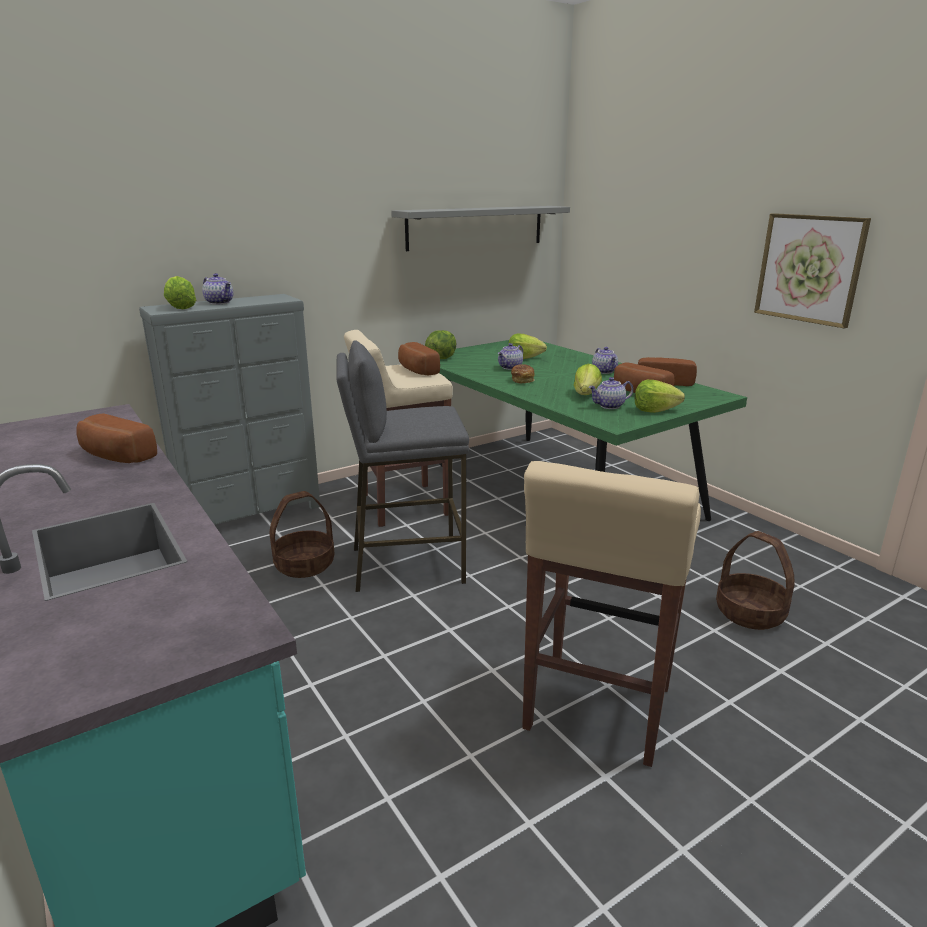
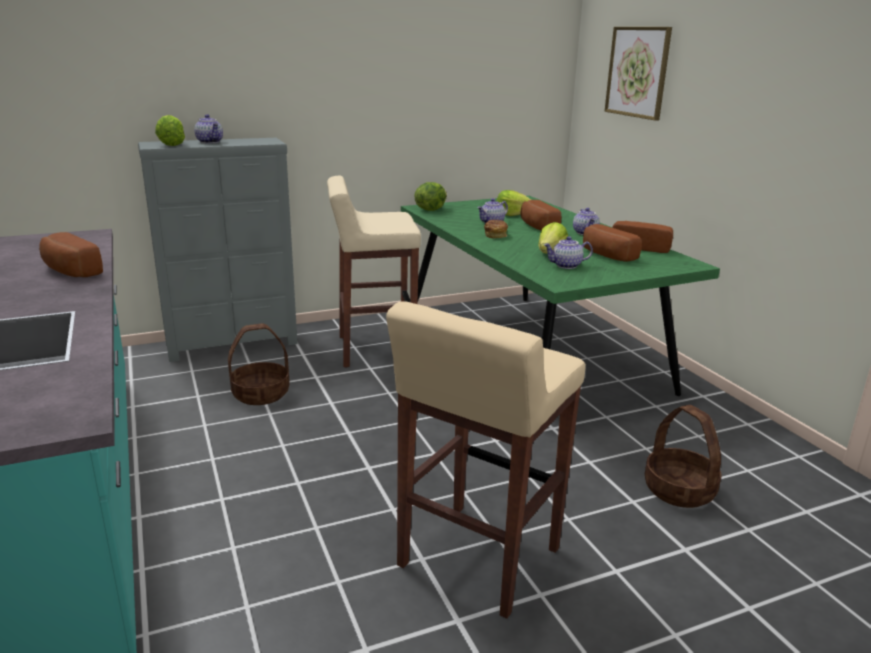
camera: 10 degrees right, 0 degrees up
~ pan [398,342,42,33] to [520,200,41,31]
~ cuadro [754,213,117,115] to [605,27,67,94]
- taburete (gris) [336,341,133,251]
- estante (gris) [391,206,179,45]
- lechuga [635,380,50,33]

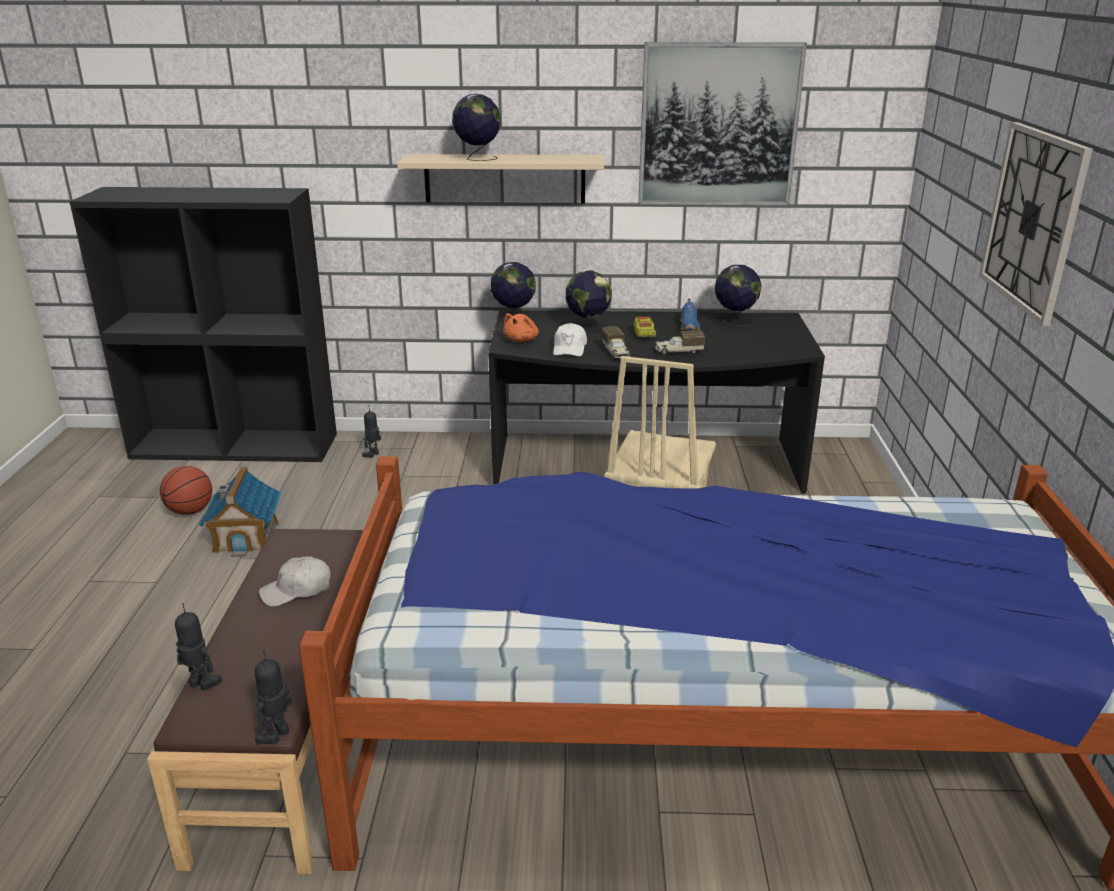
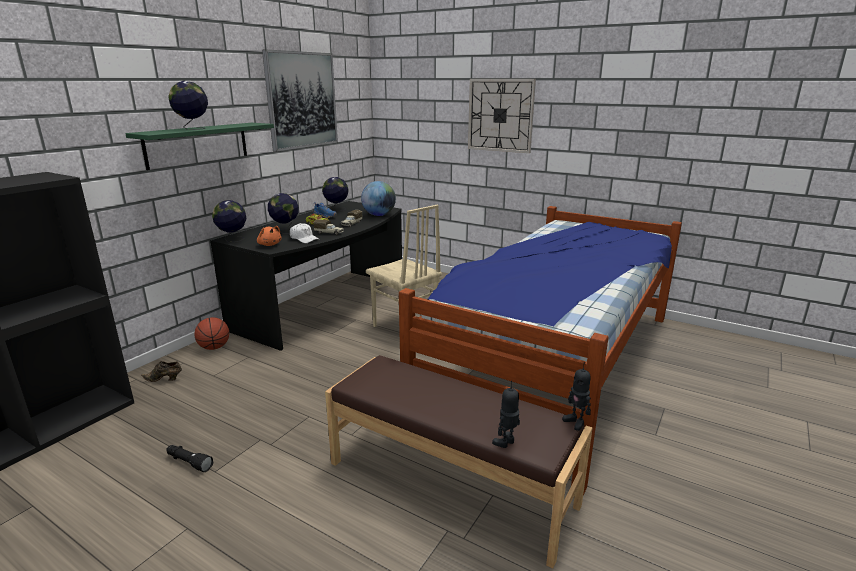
camera: 60 degrees left, 5 degrees down
~ estante (beis) [397,154,207,49] to estante (verde) [125,123,149,47]
~ robot de juguete [362,409,19,49] to zapato (marrón) [141,361,41,21]
~ casita [199,467,82,90] to linterna (negro) [166,445,47,27]
~ balón de baloncesto [160,466,52,49] to [194,317,35,33]
+ globo terráqueo [361,181,35,35]
- gorra (blanco) [259,556,72,50]

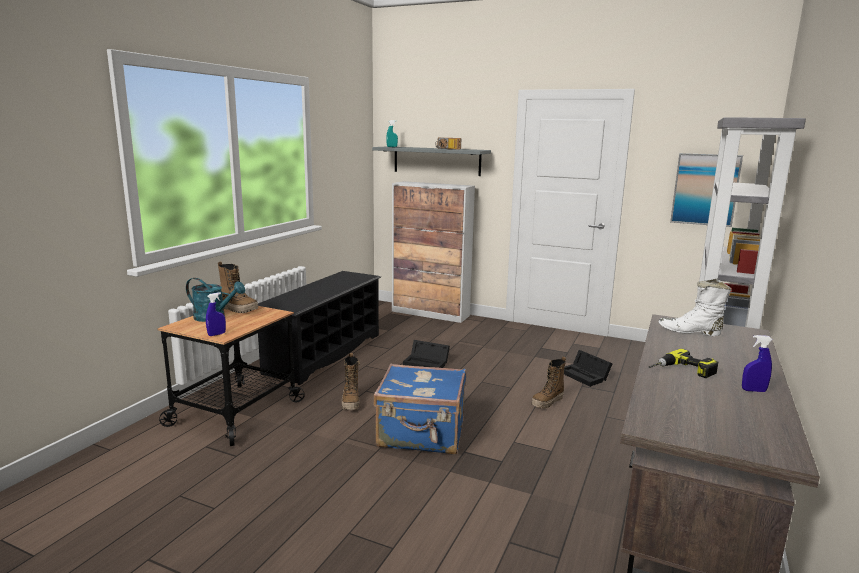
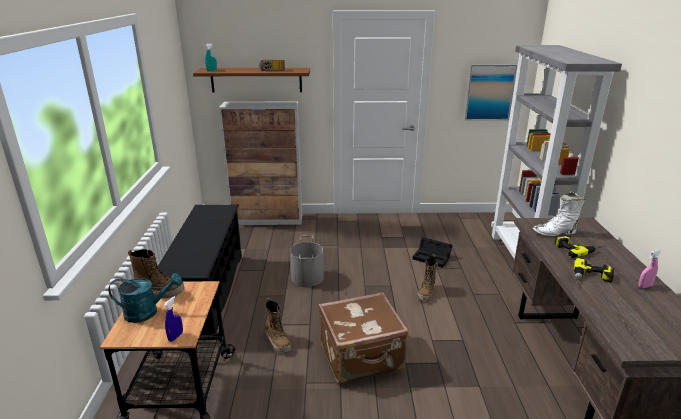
camera: 25 degrees left, 10 degrees up
~ estante (gris) [372,147,119,29] to estante (marrón) [193,68,117,25]
~ caja de almacenaje (negro) [403,340,47,28] to cubo (gris) [290,235,34,52]
~ maleta (azul) [373,364,93,90] to maleta (marrón) [319,292,89,92]
+ taladro [555,235,50,23]
~ pulverizador (azul) [742,335,31,57] to pulverizador (rosa) [638,250,23,38]

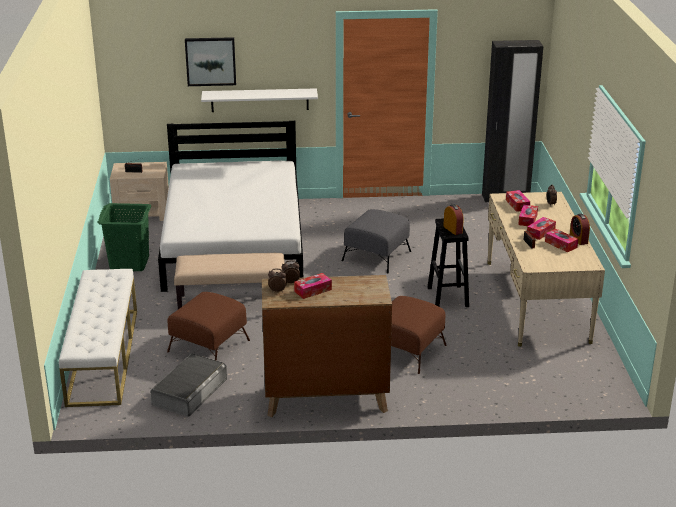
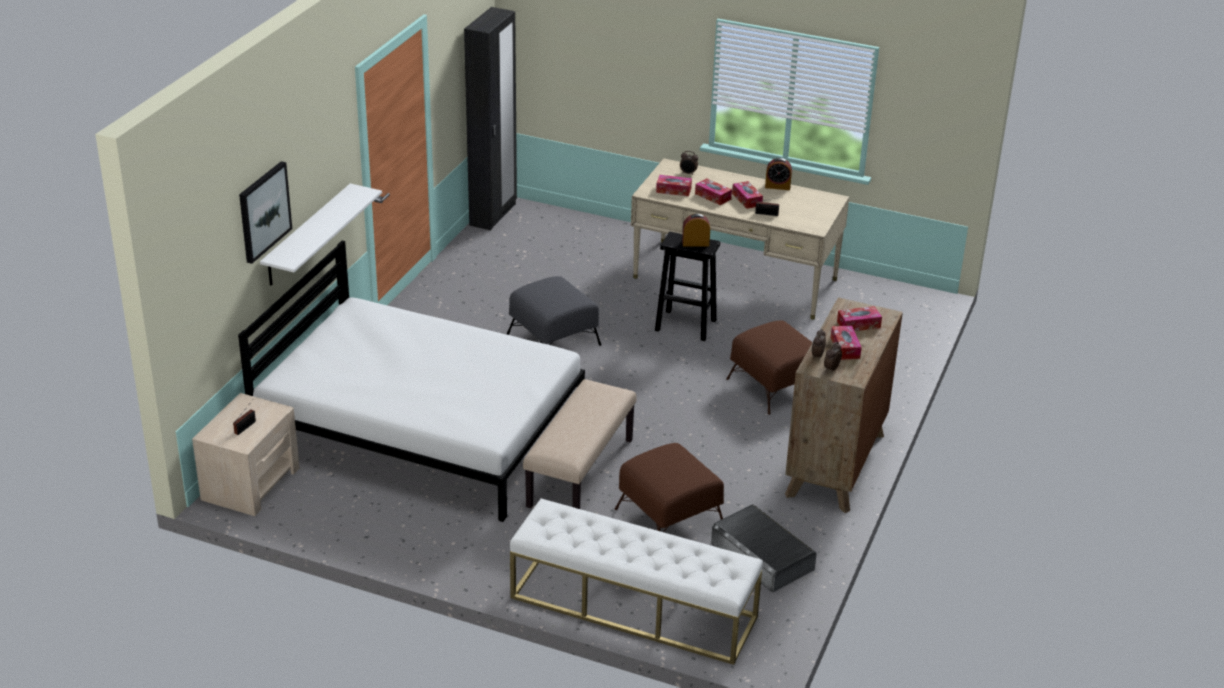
camera: 65 degrees left, 5 degrees up
~ caja de pañuelos [545,229,33,23] to [837,306,45,25]
- cesto de la ropa (verde) [97,203,54,68]

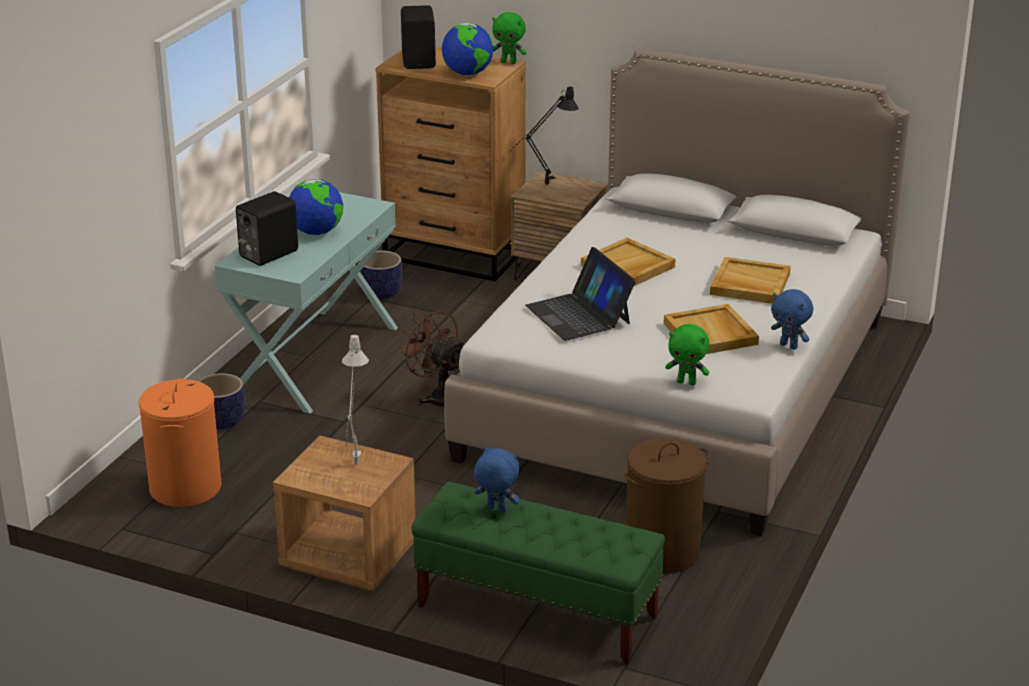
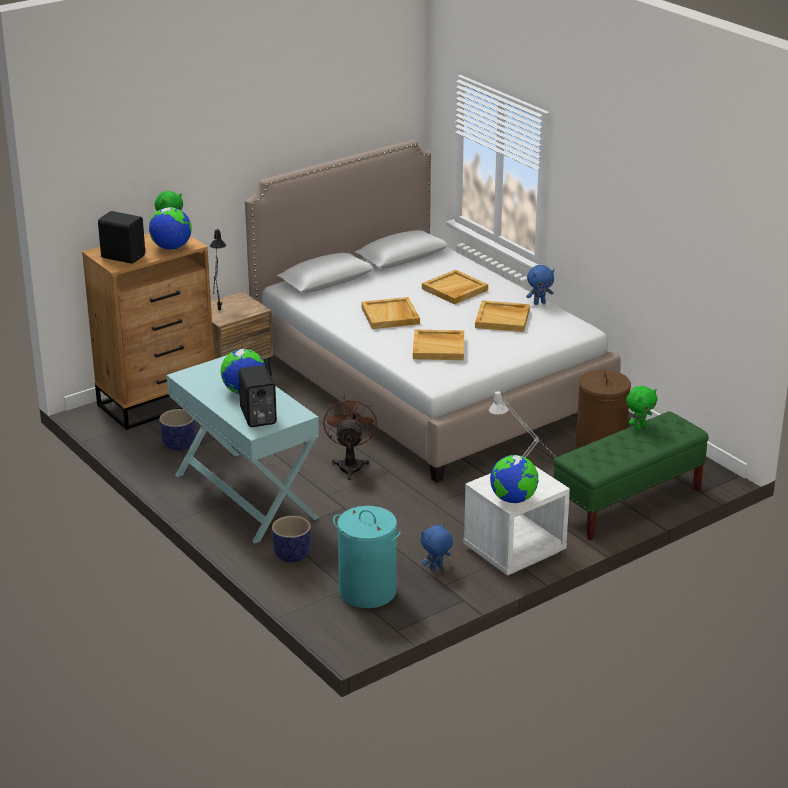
camera: 60 degrees left, 0 degrees up
~ ventilador (marrón) [396,307,69,100] = [323,395,54,85] 105 degrees clockwise
~ cesto de la ropa (naranja) [139,378,83,129] to cesto de la ropa (turquesa) [333,506,68,102]
~ portátil [525,247,111,94] to bandeja (beis) [413,330,51,30]
~ peluche (azul) [474,446,46,67] to [421,523,32,47]
~ mesita de noche (marrón) [273,435,143,156] to mesita de noche (blanco) [463,465,107,110]
+ globo terráqueo [490,455,48,48]
~ peluche (verde) [665,324,44,61] to [626,386,31,44]

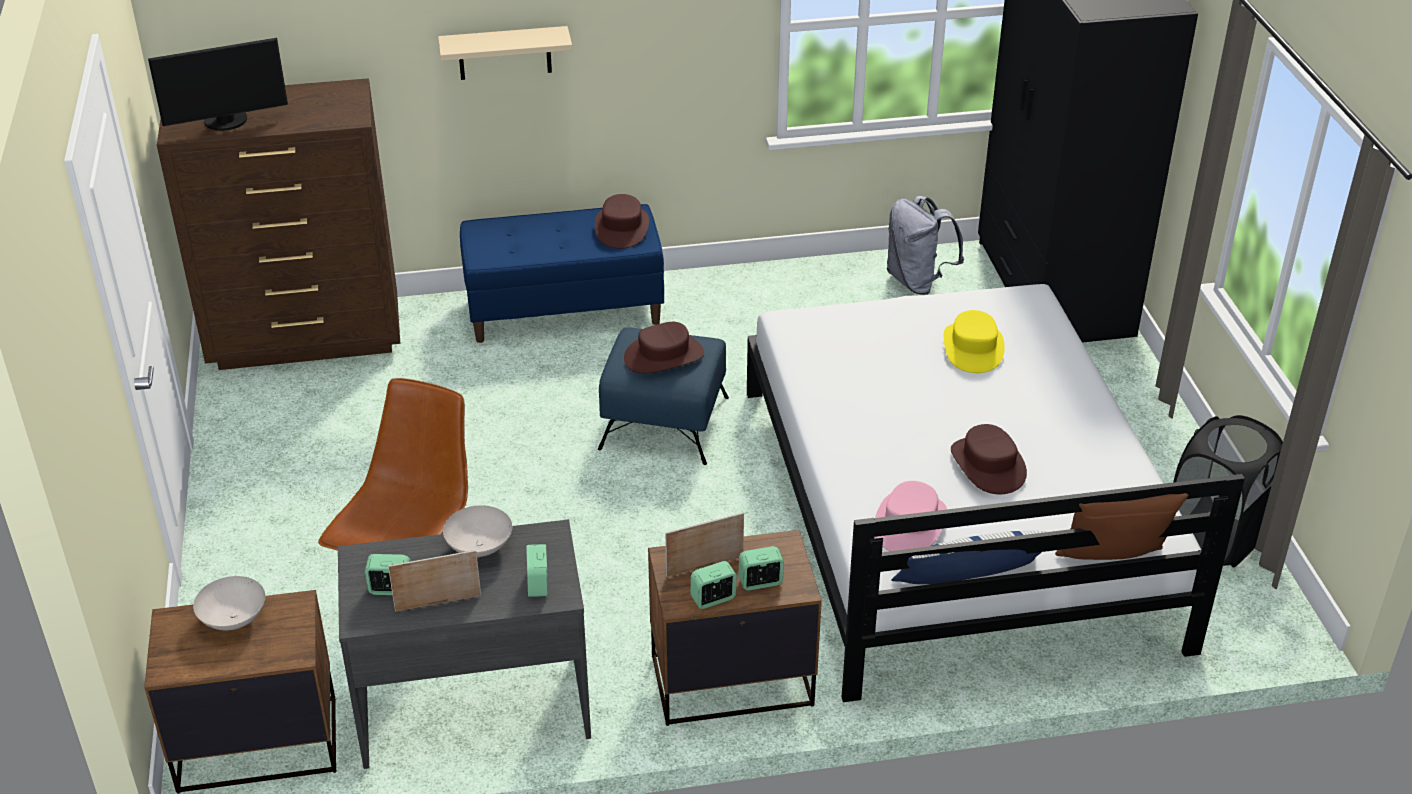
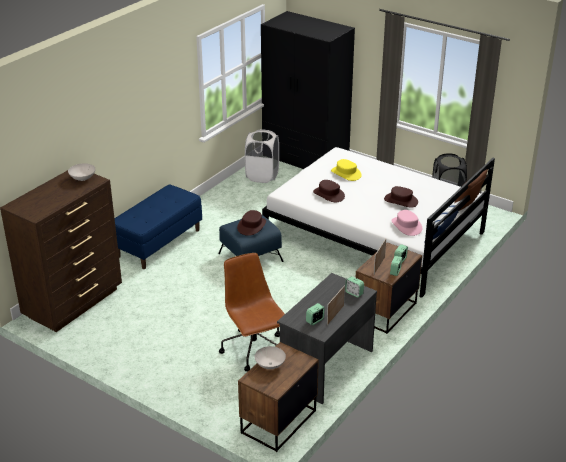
camera: 45 degrees left, 5 degrees down
~ cuenco (blanco) [443,505,69,52] to [68,163,27,18]
~ mochila (gris) [887,196,77,99] to cesto de la ropa (blanco) [245,129,34,54]
~ sombrero (marrón) [595,194,54,55] to [313,180,32,22]
- monitor [148,38,140,93]
- estante (beis) [438,26,134,54]

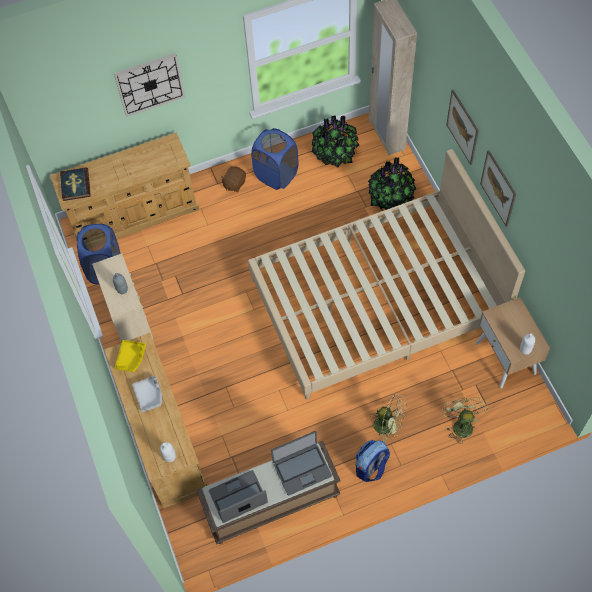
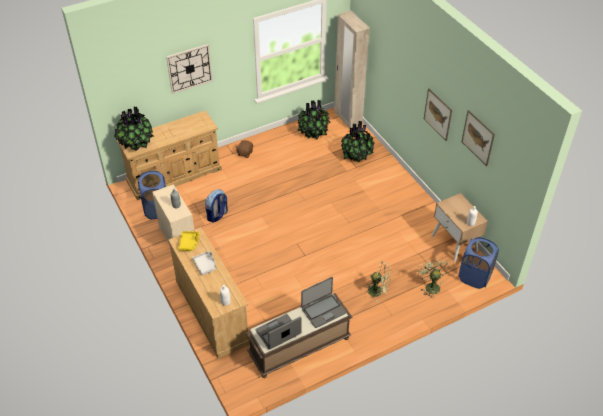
camera: 10 degrees left, 15 degrees down
~ libro [60,167,31,34] to planta en maceta [114,106,40,45]
~ mochila [356,440,34,42] to [205,189,23,33]
~ cesto de la ropa (azul) [251,128,47,62] to [459,237,40,52]
~ cuadro [446,90,33,75] to [461,110,34,56]
- cama (beis) [248,149,277,250]

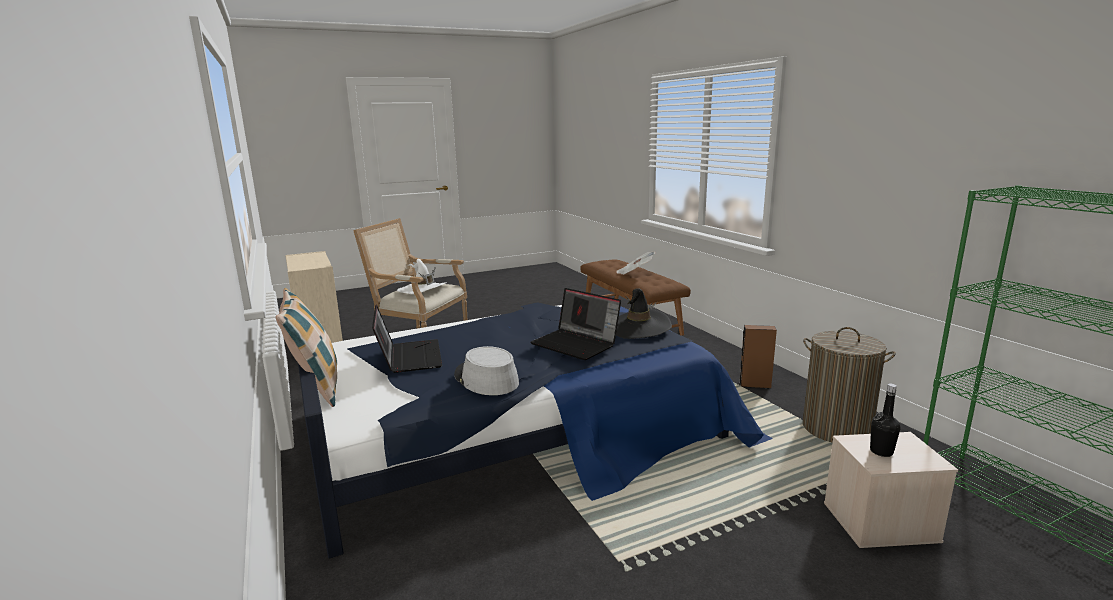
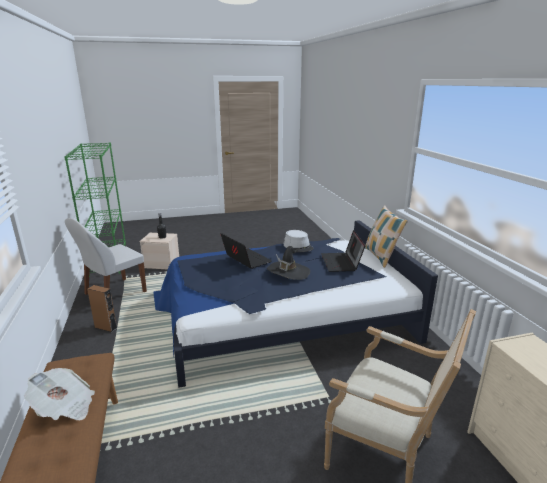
camera: 170 degrees left, 5 degrees up
~ cesto de la ropa [803,327,93,116] to silla (blanco) [65,218,82,77]
~ sombrero (negro) [616,288,56,51] to [267,246,43,34]
- sombrero (blanco) [397,259,49,35]

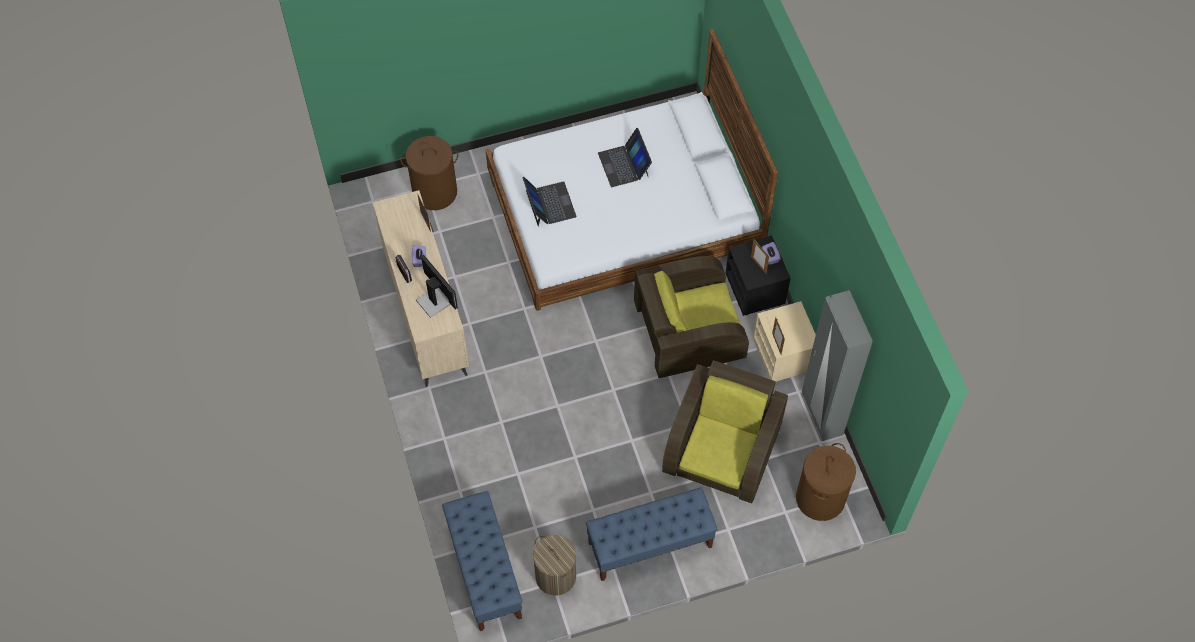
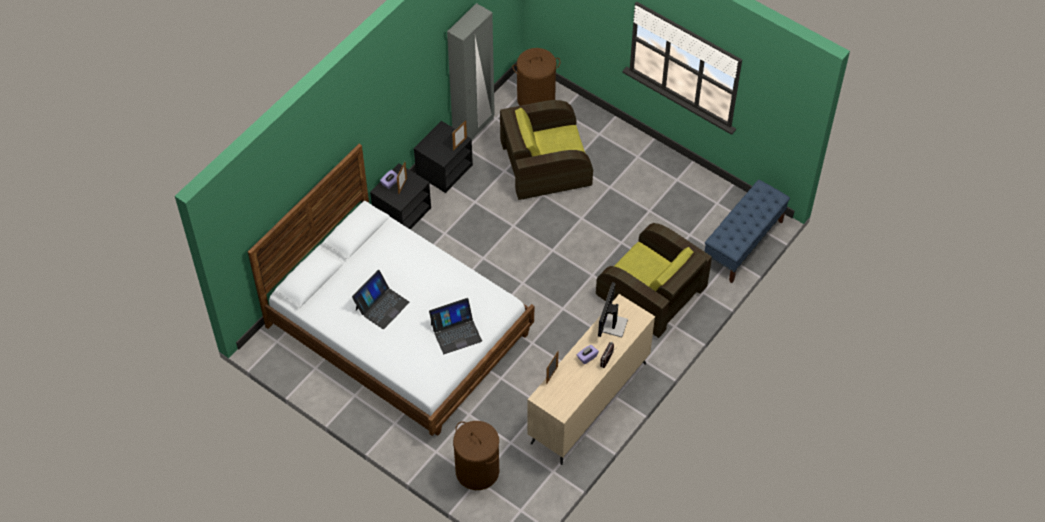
camera: 125 degrees left, 5 degrees down
~ mesita de noche (beis) [753,301,63,80] to mesita de noche (negro) [414,121,59,72]
~ portátil [522,177,55,50] = [429,298,53,56] 150 degrees counterclockwise
~ sillón (marrón) [634,256,115,122] to [596,223,116,115]
- cesto de la ropa [533,535,43,61]
- banco (azul) [586,487,132,94]

